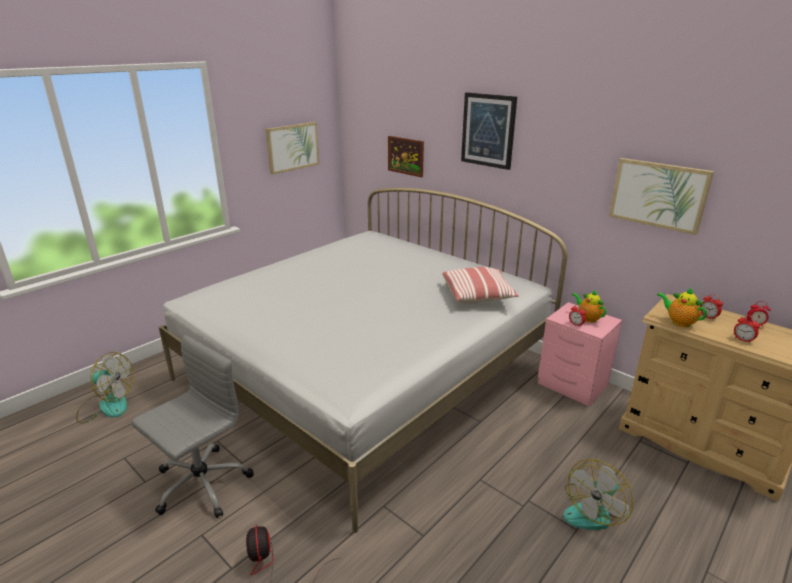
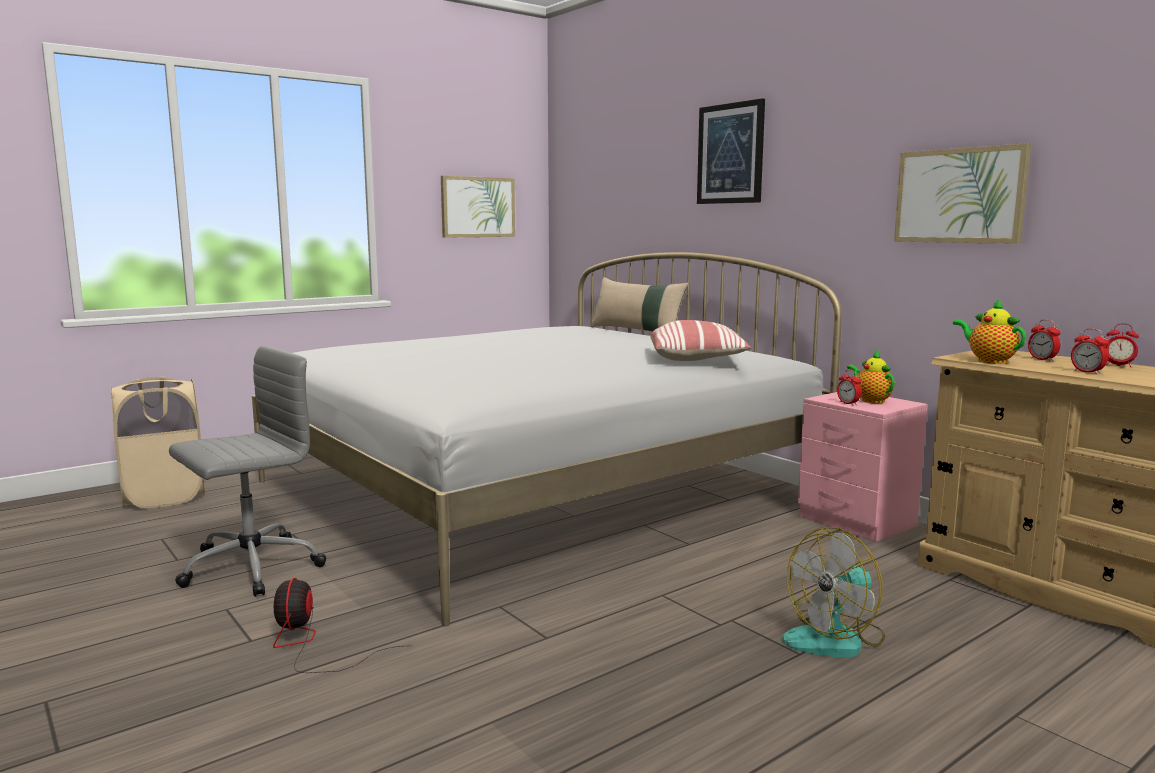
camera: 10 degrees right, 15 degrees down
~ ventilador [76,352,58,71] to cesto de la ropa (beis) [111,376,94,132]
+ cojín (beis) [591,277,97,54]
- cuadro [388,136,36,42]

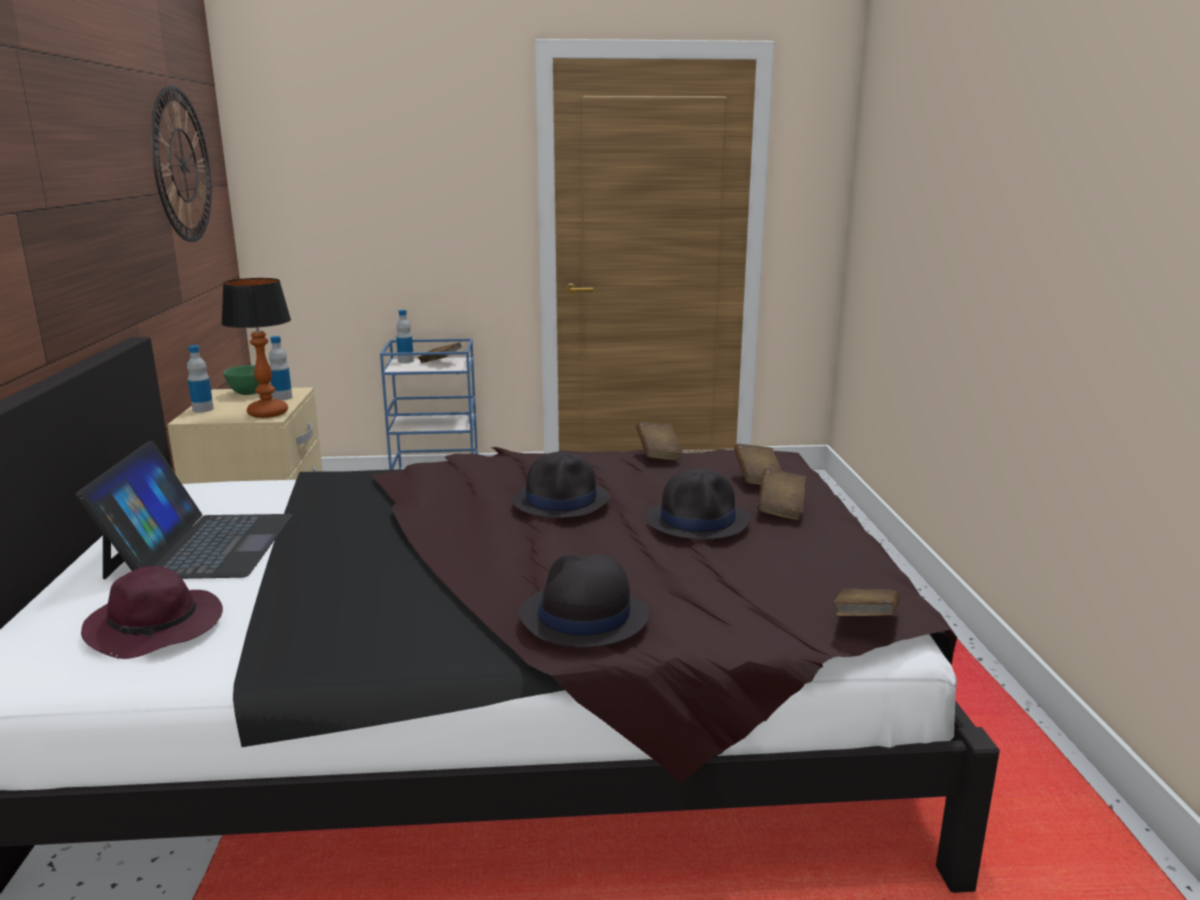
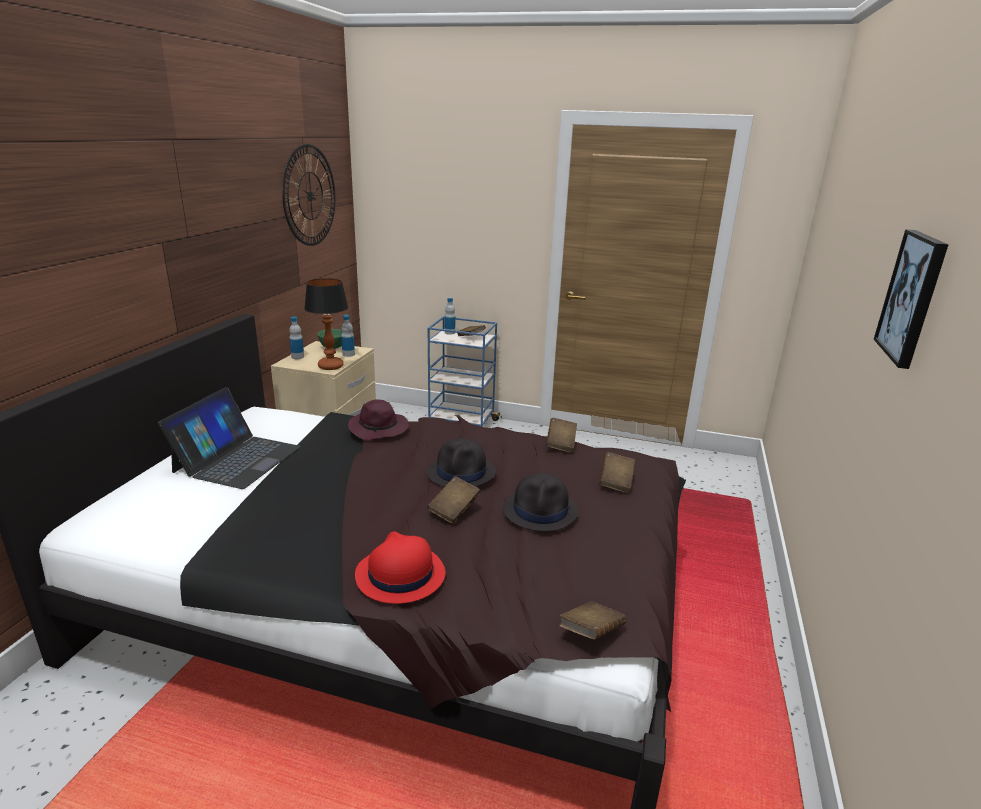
camera: 20 degrees right, 5 degrees up
~ sombrero (morado) [81,566,142,93] to [348,399,61,41]
~ sombrero (negro) [519,554,130,94] to sombrero (rojo) [355,531,91,73]
~ libro (marrón) [757,468,49,52] to [427,476,53,48]
+ cuadro [874,229,74,140]

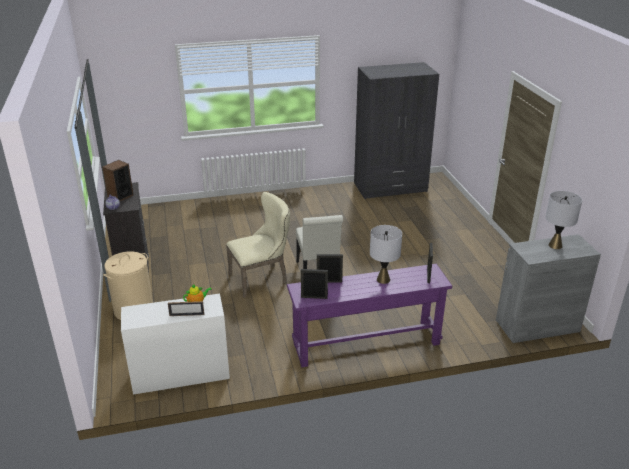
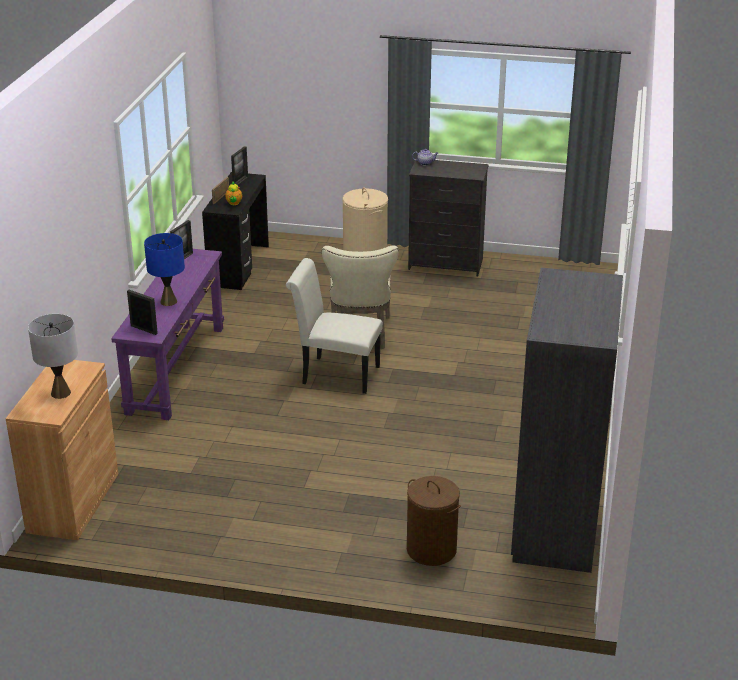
camera: 115 degrees right, 0 degrees up
~ armario (gris) [496,234,105,109] to armario (marrón) [6,360,112,180]
~ lámpara de mesa (gris) [370,225,32,59] to lámpara de mesa (azul) [144,233,41,73]
~ escritorio (blanco) [121,294,109,101] to escritorio (negro) [202,172,67,118]
~ portarretratos [317,254,26,29] to [231,146,17,39]
+ cesto de la ropa (marrón) [407,476,54,90]
- altavoz [102,160,32,41]

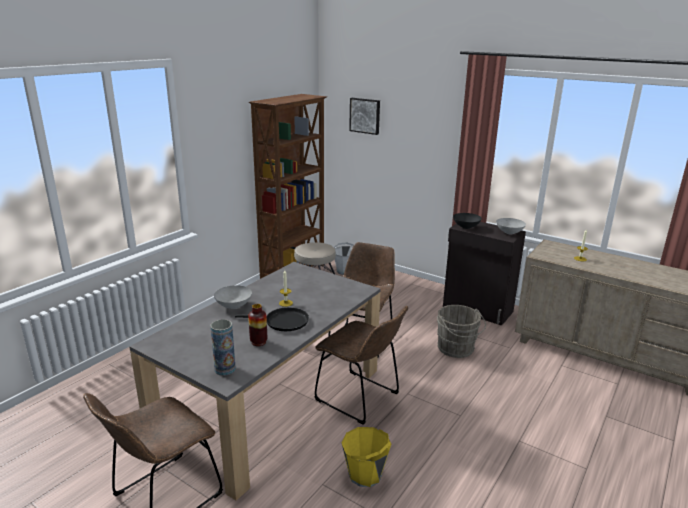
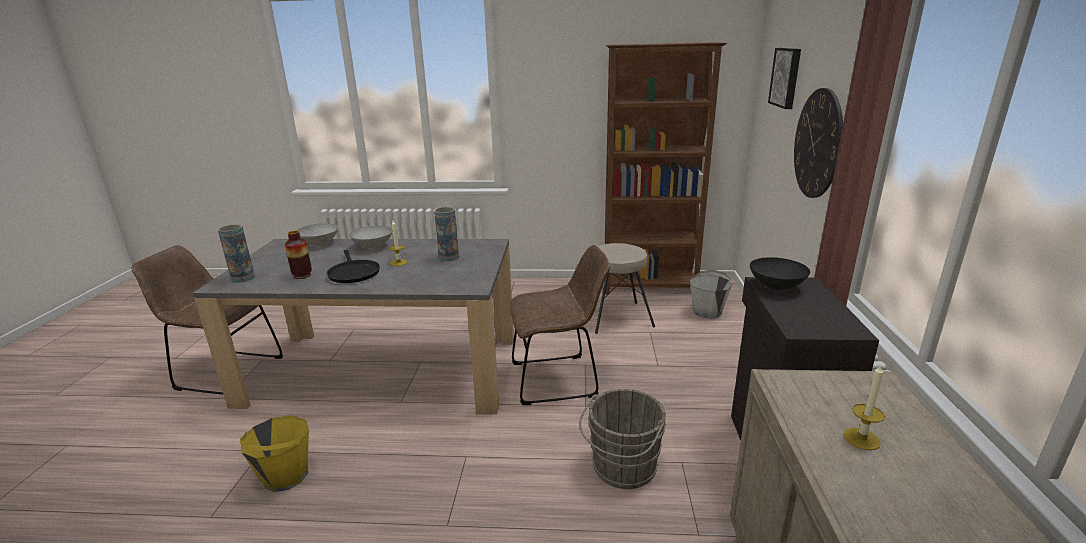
camera: 60 degrees right, 0 degrees up
~ cuenco (gris) [496,218,30,16] to [296,223,42,23]
+ florero [434,207,25,54]
+ reloj de pared [794,88,49,110]
- silla (marrón) [315,306,93,119]

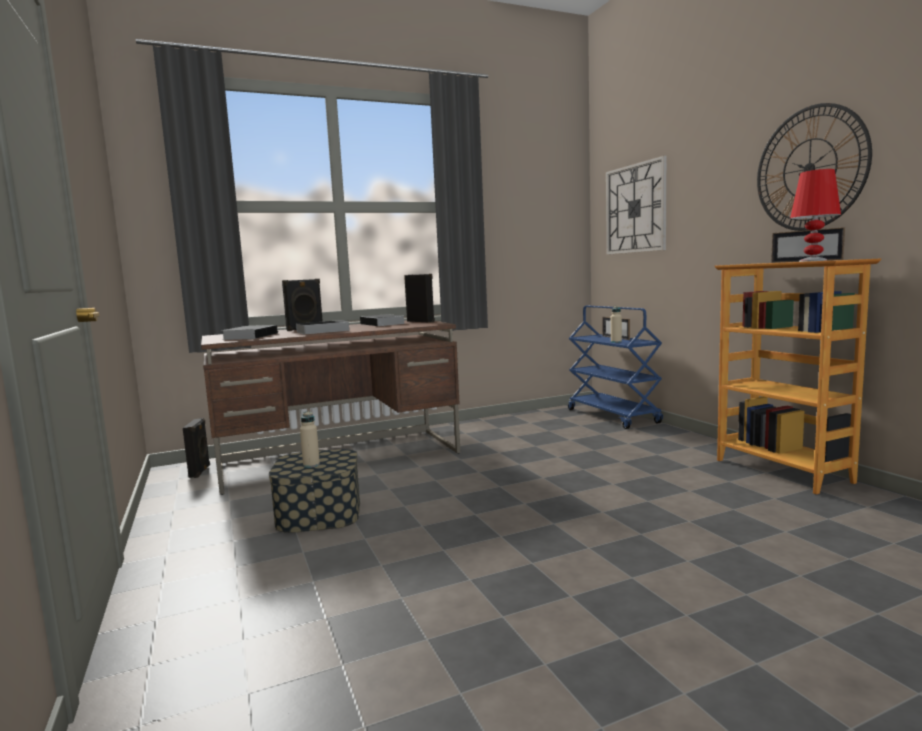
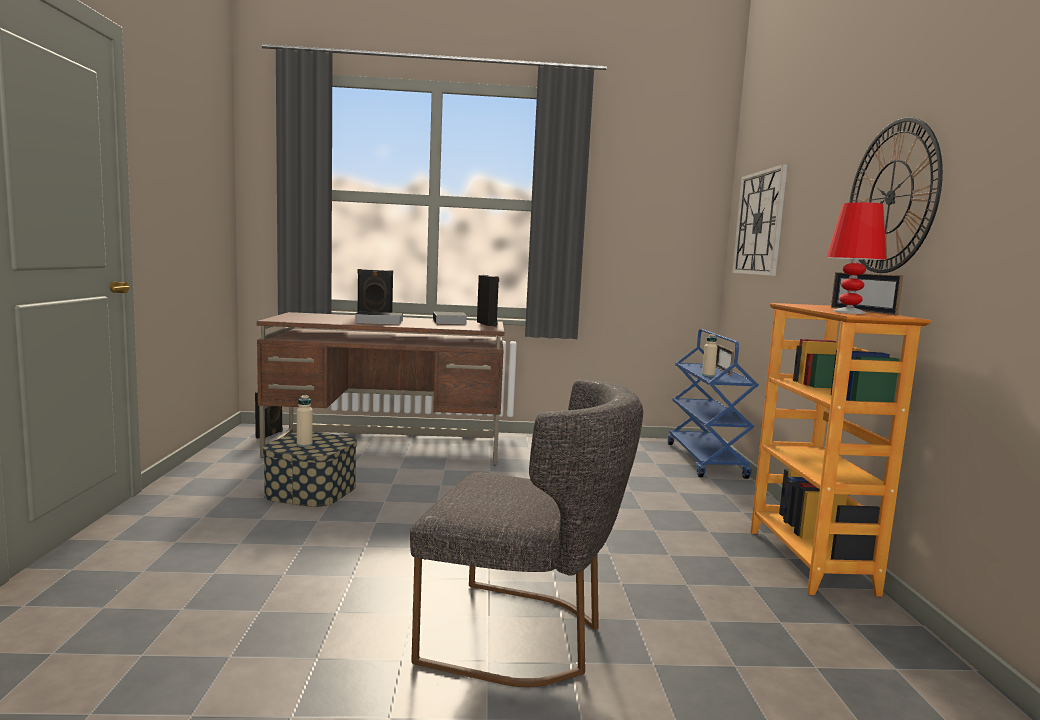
camera: 20 degrees right, 0 degrees up
+ silla (gris) [410,379,233,308]
- libro [221,325,57,15]

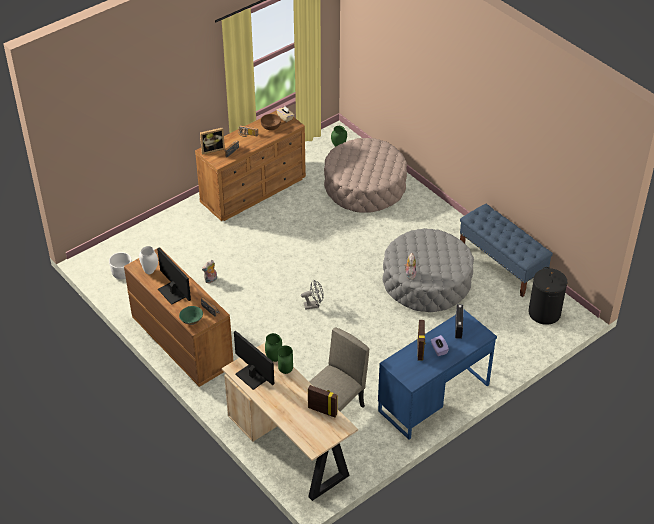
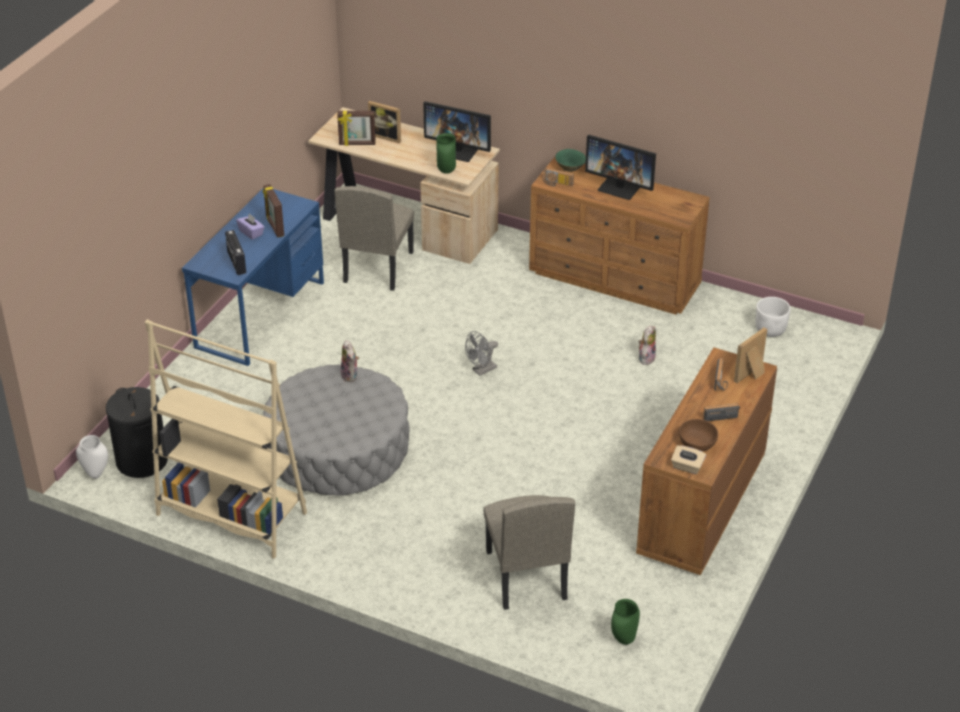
camera: 155 degrees right, 5 degrees down
~ florero (blanco) [139,246,19,28] to [76,435,32,44]
~ banco (azul) [460,204,93,93] to estantería (beis) [145,319,162,240]
+ portarretratos [368,101,33,42]
~ puf (beis) [324,138,83,75] to silla (beis) [483,495,92,115]
- florero (verde) [278,346,15,28]

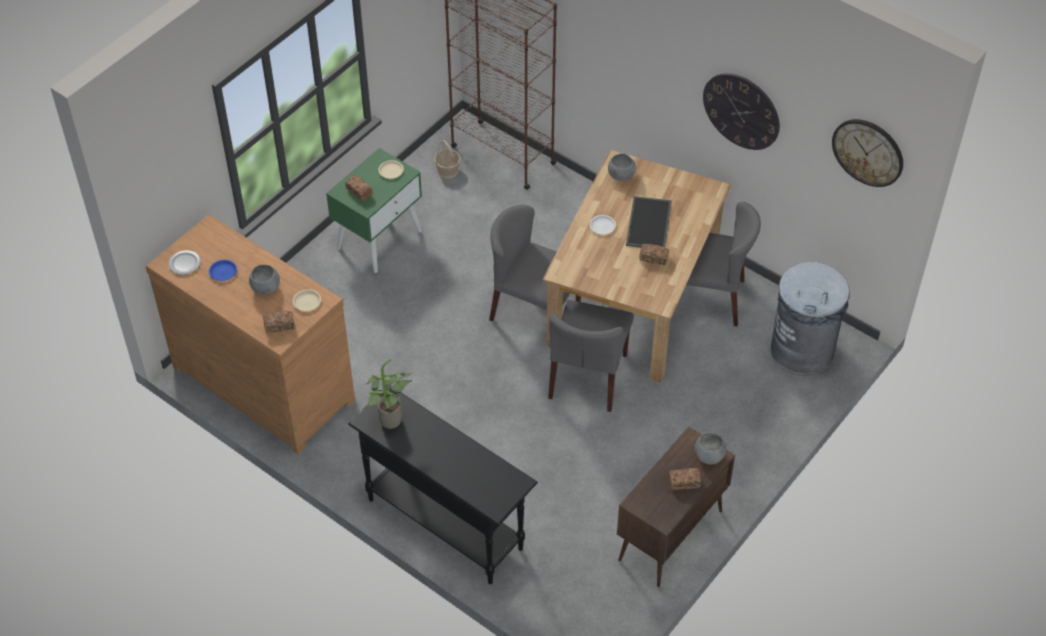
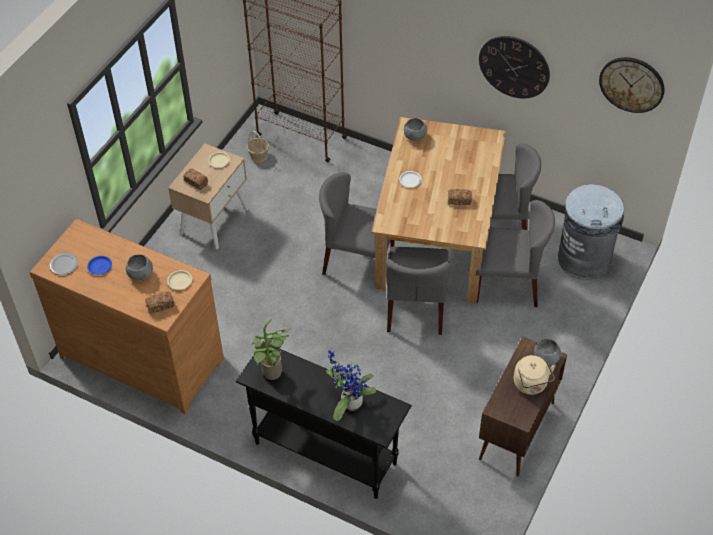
camera: 10 degrees left, 0 degrees up
~ mesita de noche (verde) [326,148,96,125] to mesita de noche (beis) [168,144,81,105]
+ planta en maceta [326,350,50,71]
+ silla (gris) [476,200,79,107]
~ pan [669,468,32,22] to hervidor (beis) [514,355,42,40]
- bandeja [626,196,46,52]

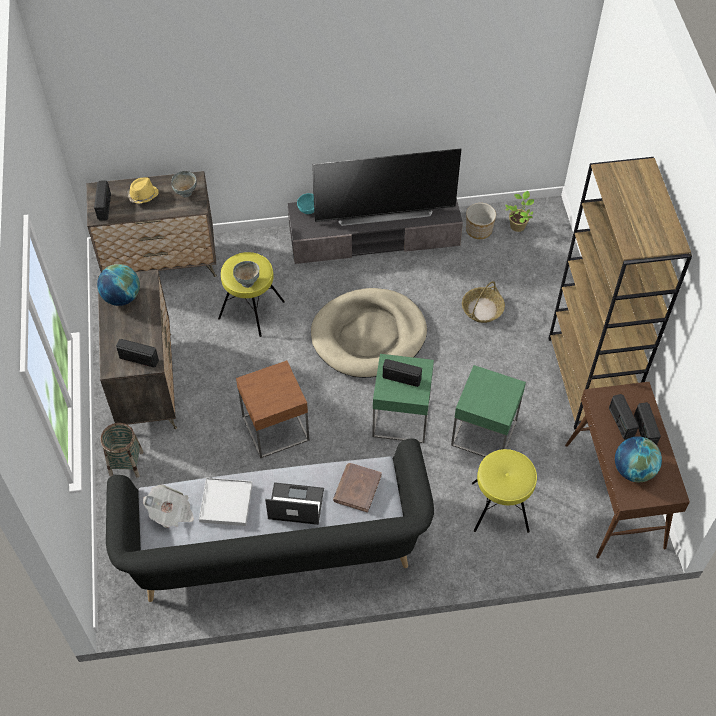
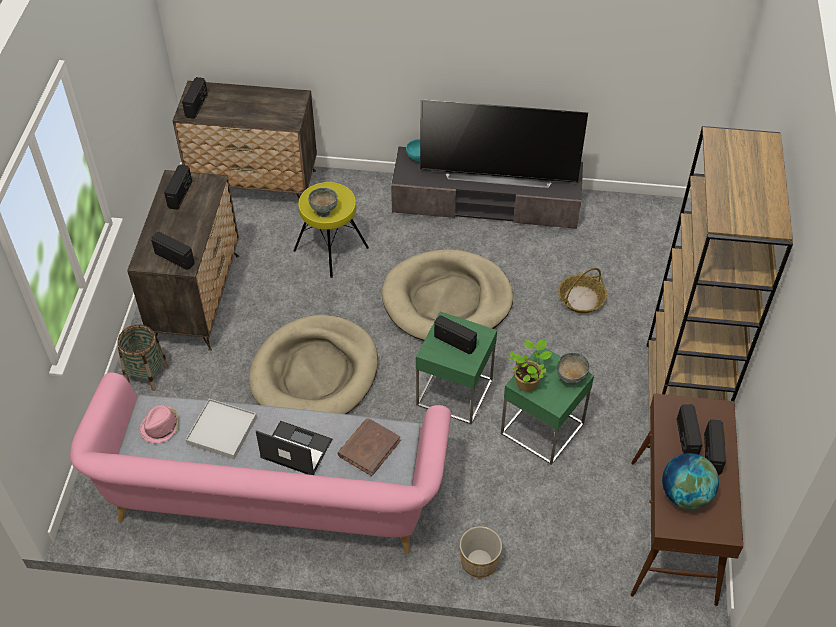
camera: 15 degrees right, 5 degrees down
~ sofá (negro) [106,439,328,163] to sofá (rosa) [70,372,381,182]
~ periódico [143,485,51,43] to sombrero (rosa) [140,405,39,39]
~ globo terráqueo [97,264,43,42] to radio [164,164,28,46]
~ mesa auxiliar (marrón) [236,360,74,98] to cama para perro (beis) [249,315,129,99]
~ maceta [466,203,30,36] to [460,526,42,51]
~ planta en maceta [505,191,29,41] to [508,339,44,53]
~ cuenco (gris) [171,171,26,26] to [557,353,33,32]
- sombrero (amarillo) [128,177,31,27]
- taburete (amarillo) [472,449,65,84]

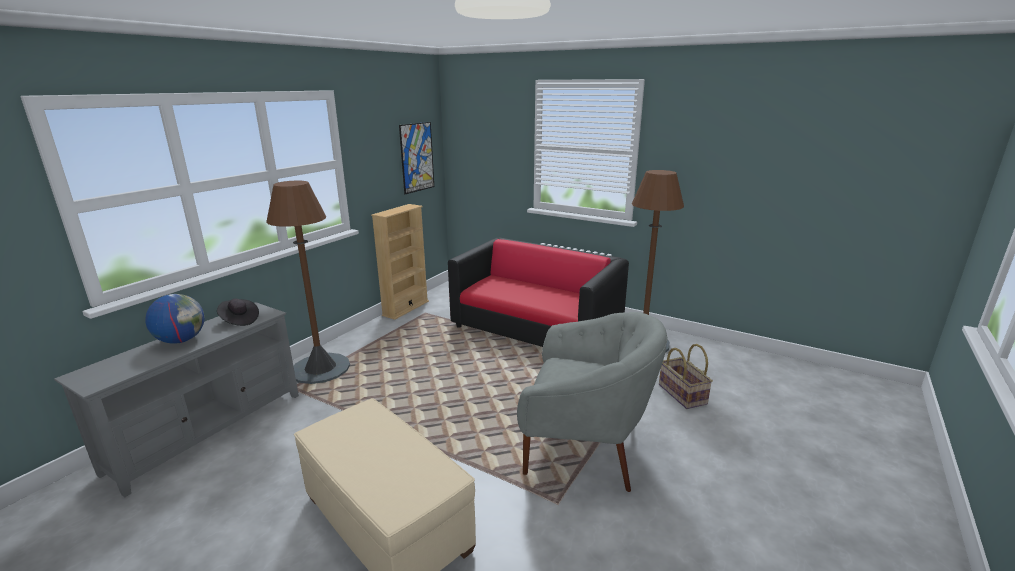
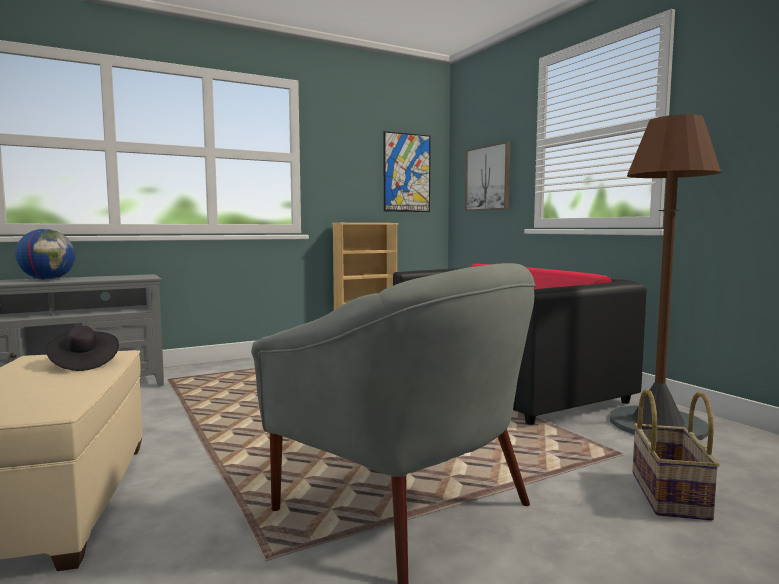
camera: 30 degrees right, 15 degrees down
~ sombrero (negro) [217,299,42,27] to [45,326,74,45]
+ cuadro [465,141,45,70]
- lámpara de pie (marrón) [266,181,84,203]

